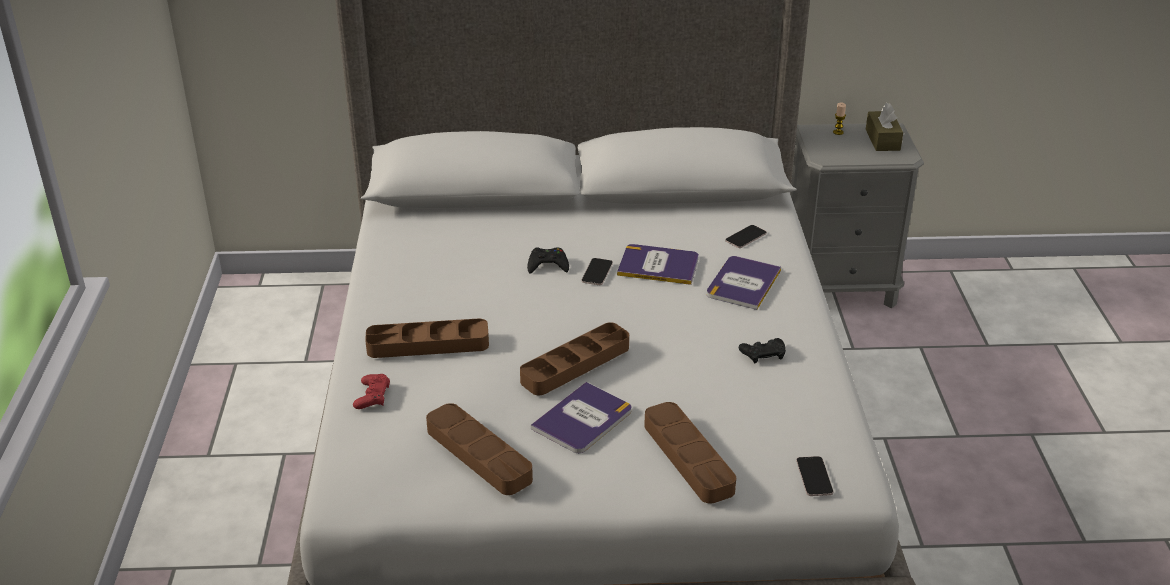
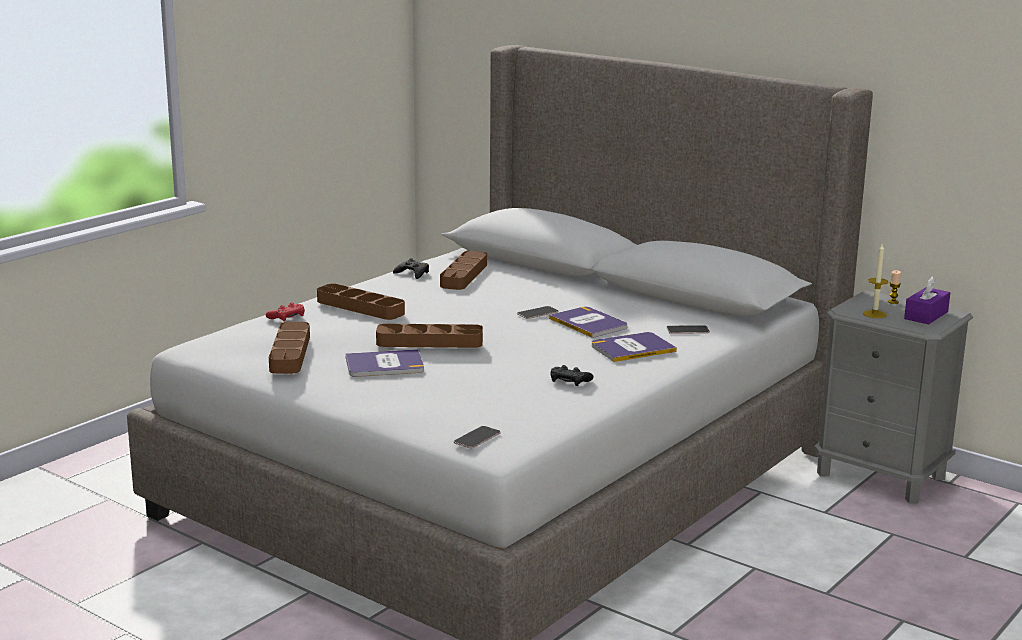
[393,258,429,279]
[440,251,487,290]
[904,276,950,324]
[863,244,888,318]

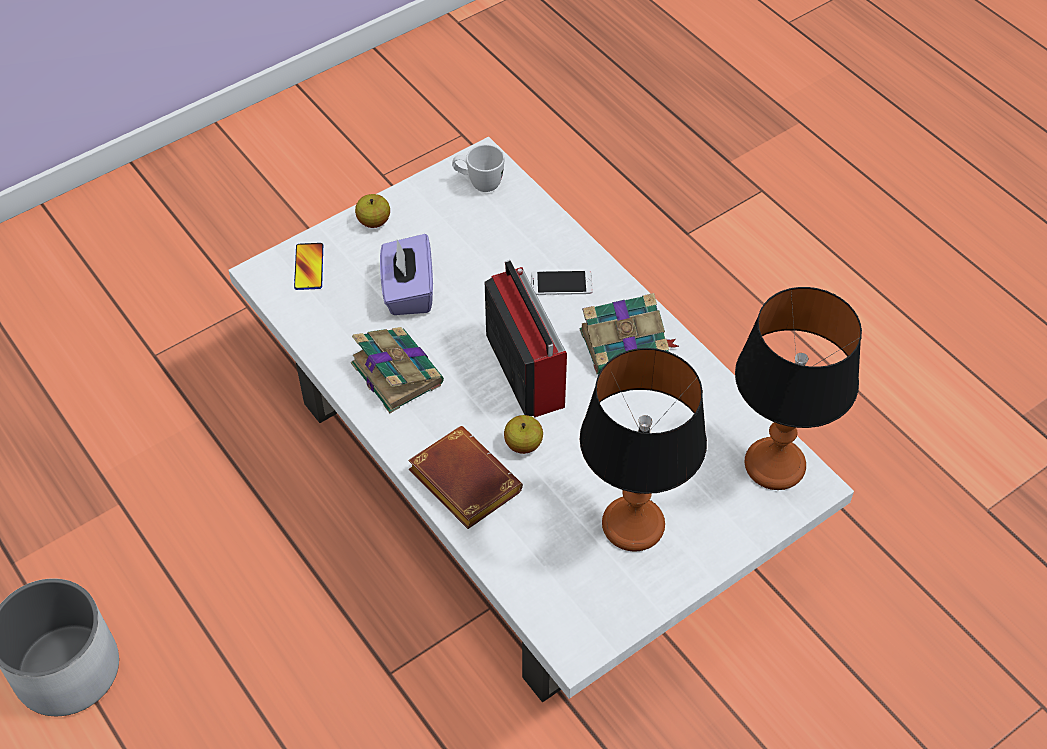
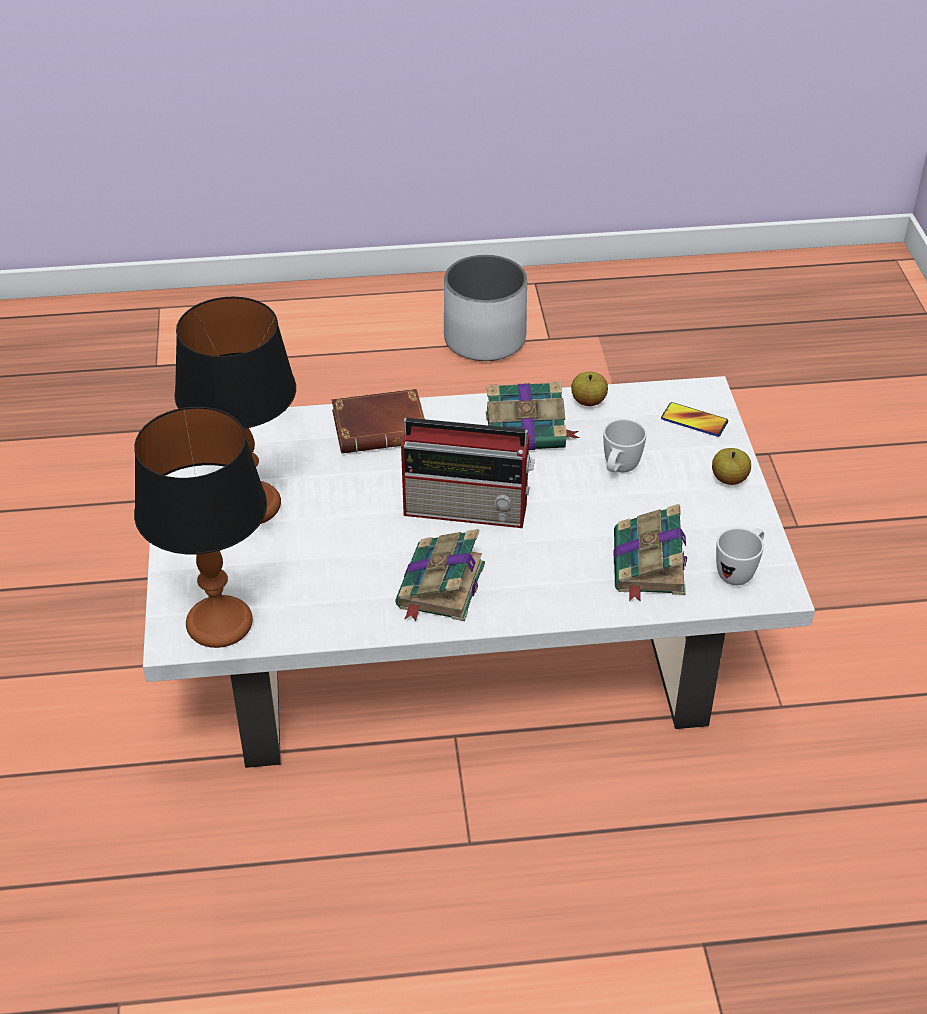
[603,419,647,472]
[571,372,608,406]
[531,270,593,295] (first image)
[614,504,687,602]

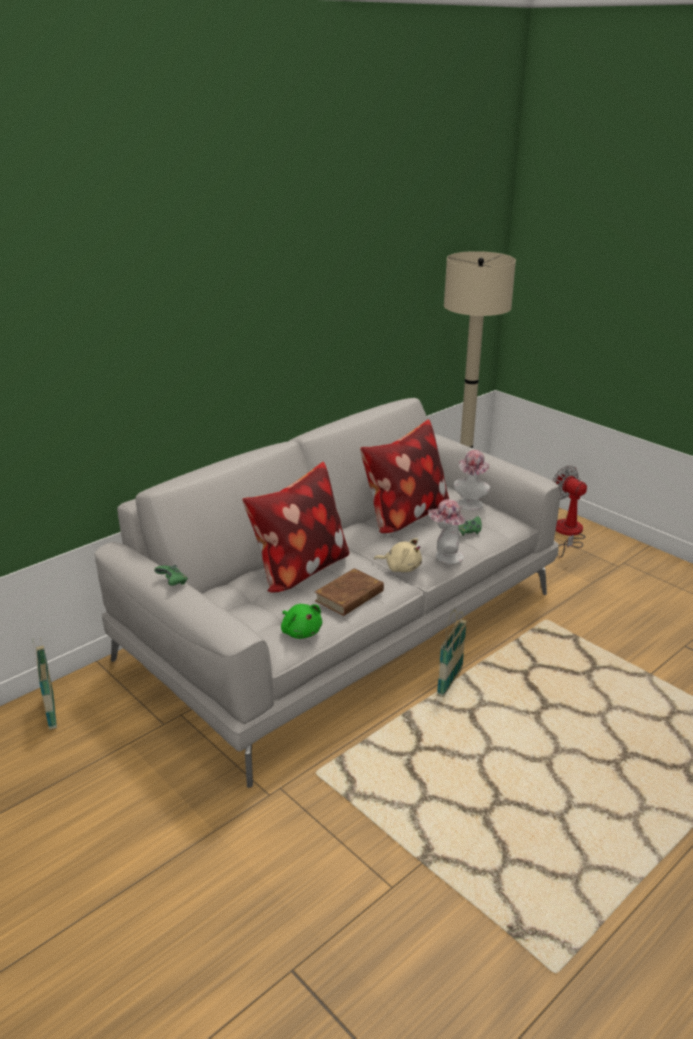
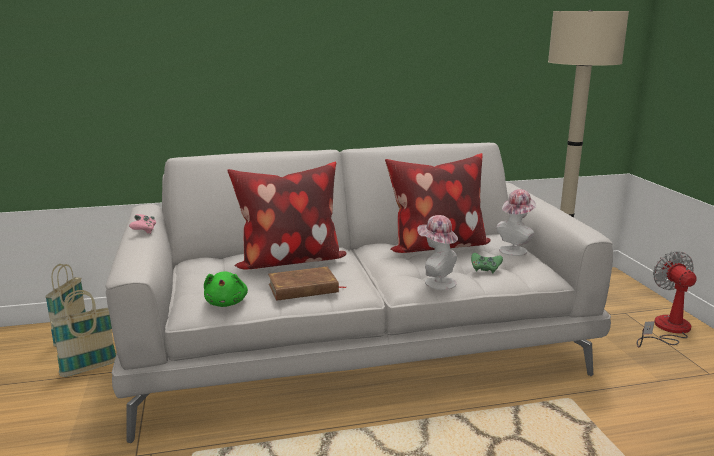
[129,214,156,234]
[374,538,422,572] (first image)
[51,290,116,377]

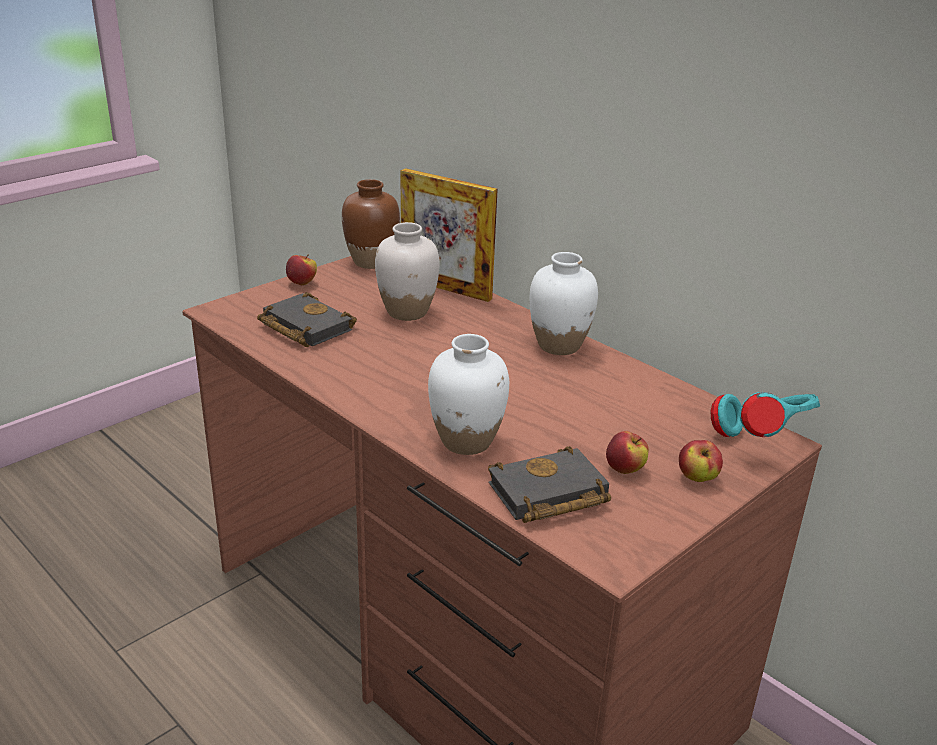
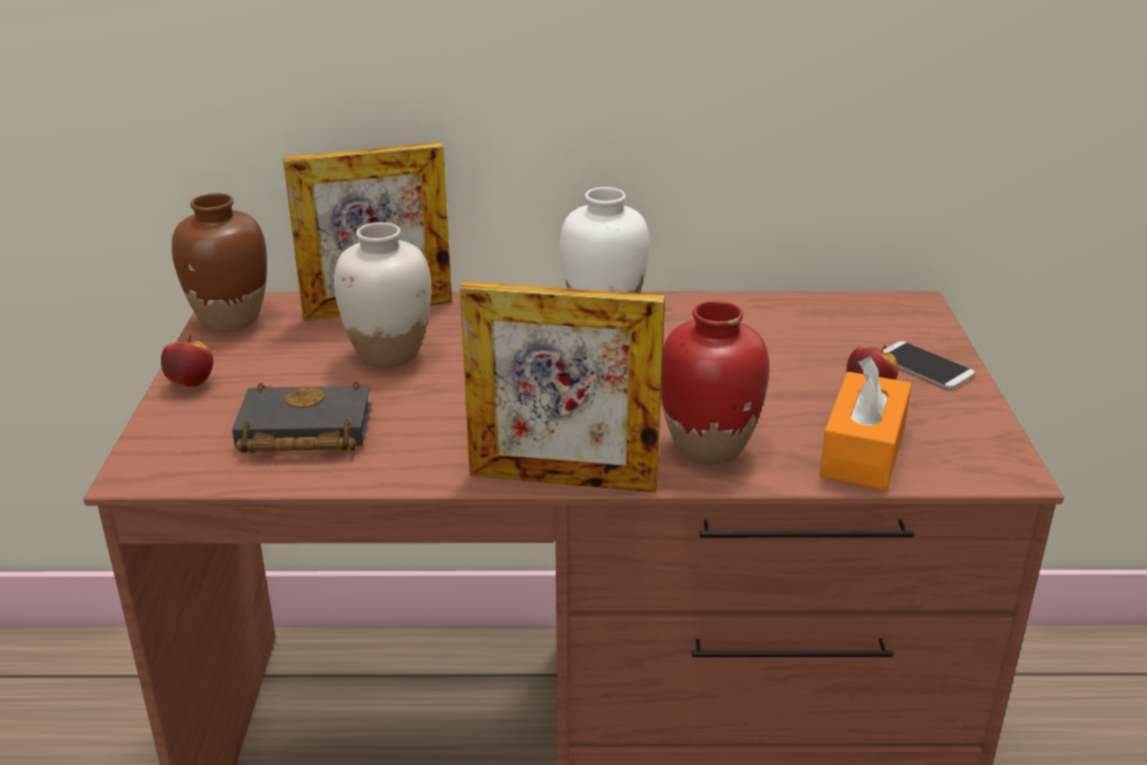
[661,301,770,465]
[819,356,912,490]
[883,341,975,389]
[710,392,820,437] (first image)
[460,281,665,493]

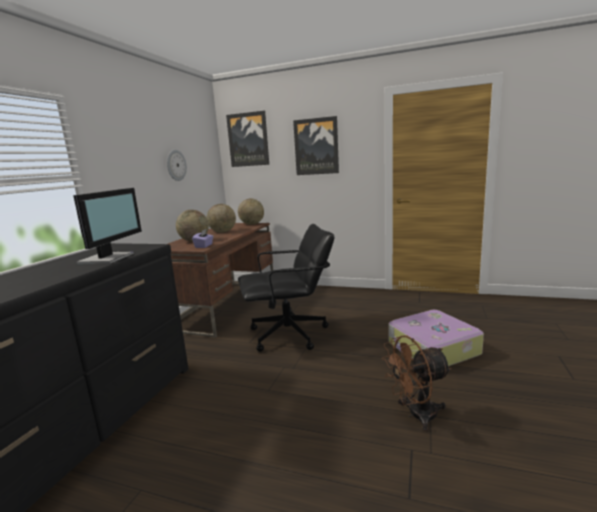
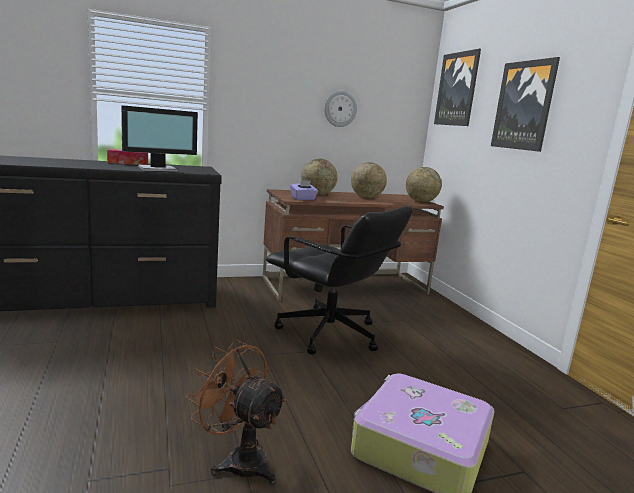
[107,149,148,165]

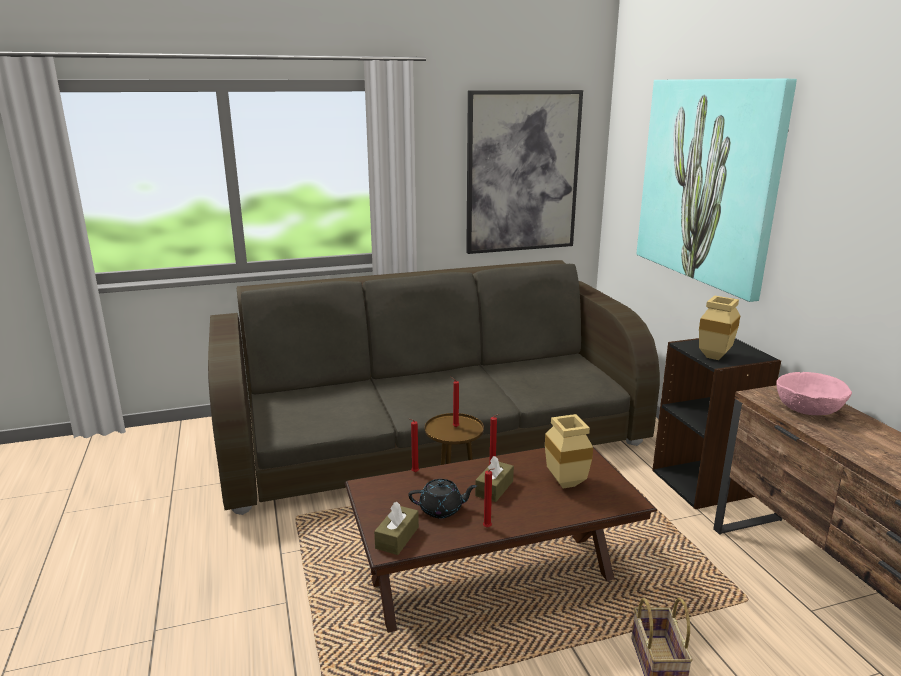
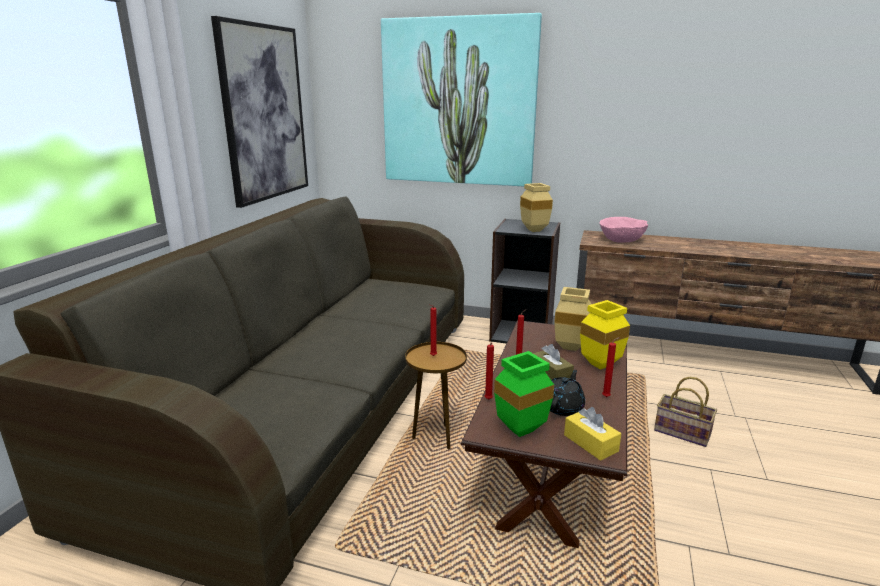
[564,407,621,461]
[494,351,554,437]
[580,300,630,369]

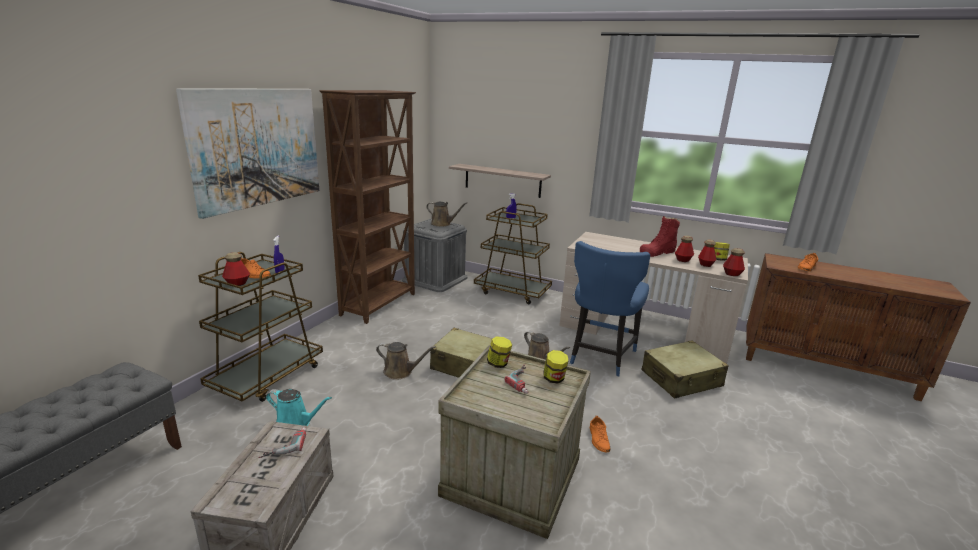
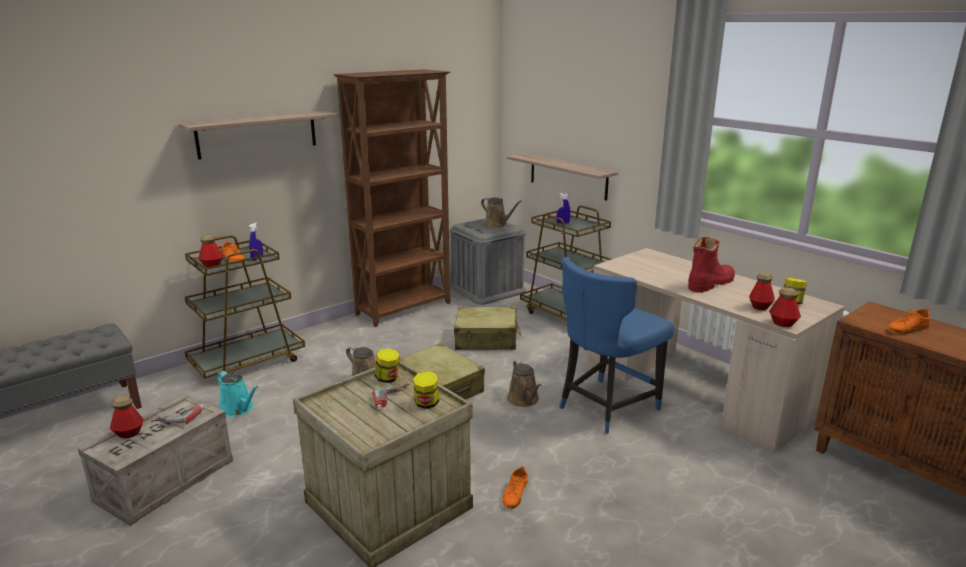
[178,111,339,160]
[688,237,735,293]
[454,307,521,350]
[110,396,143,438]

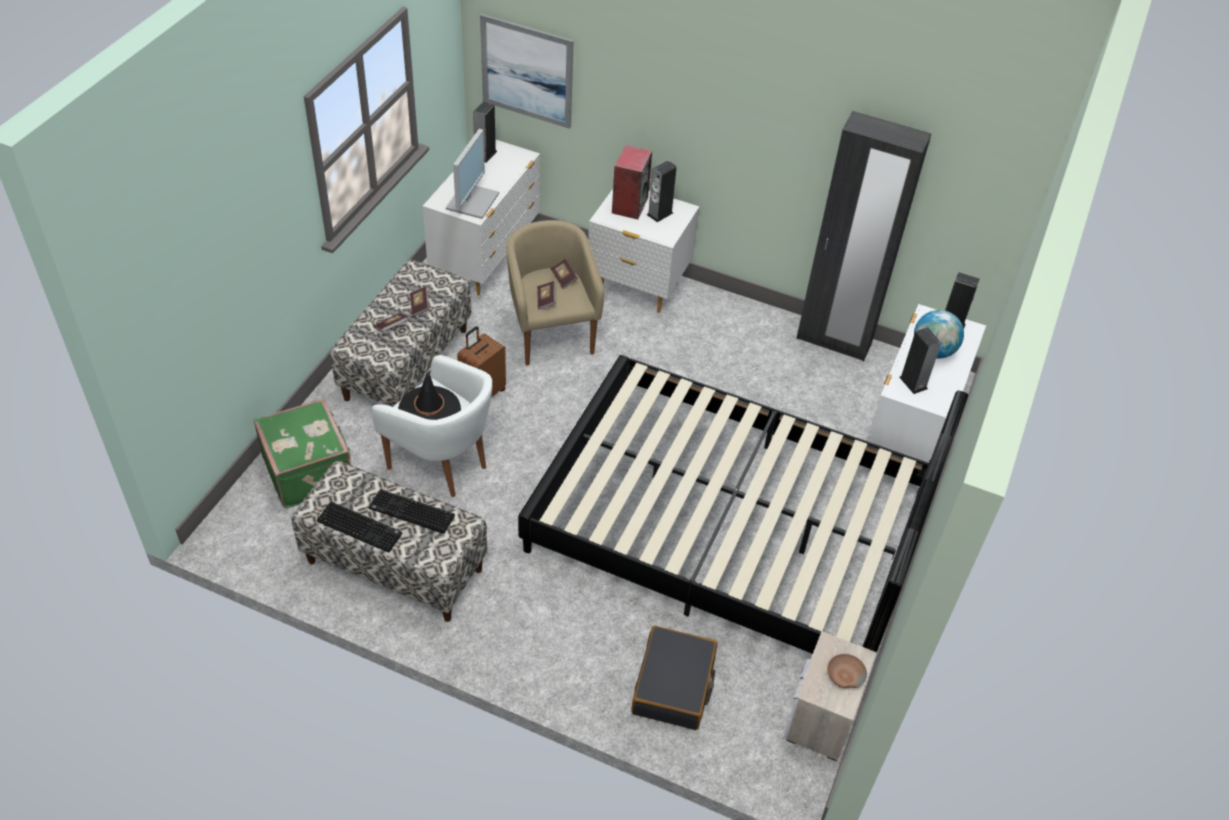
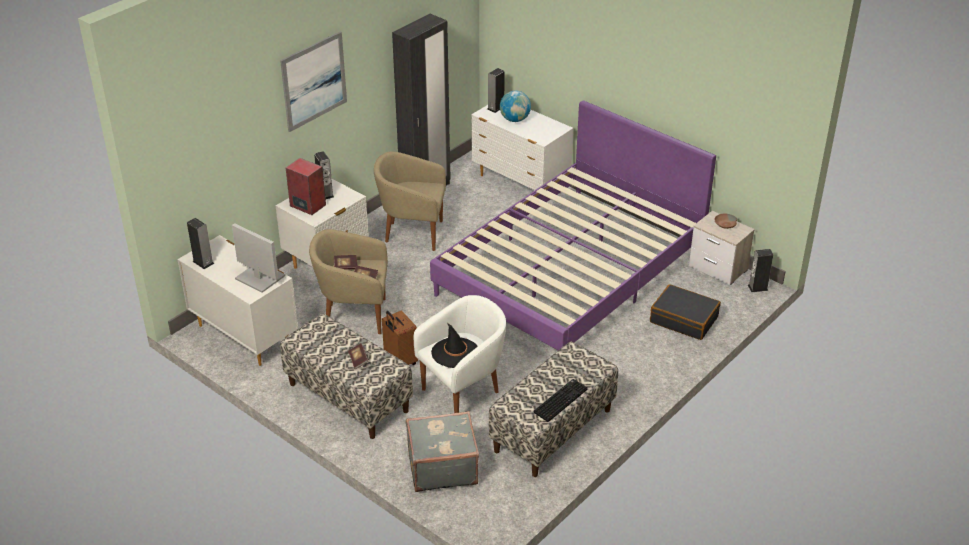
[406,411,479,492]
[369,489,455,534] (first image)
[410,287,430,317] (first image)
[280,31,347,132]
[430,101,716,350]
[748,249,773,292]
[374,151,446,251]

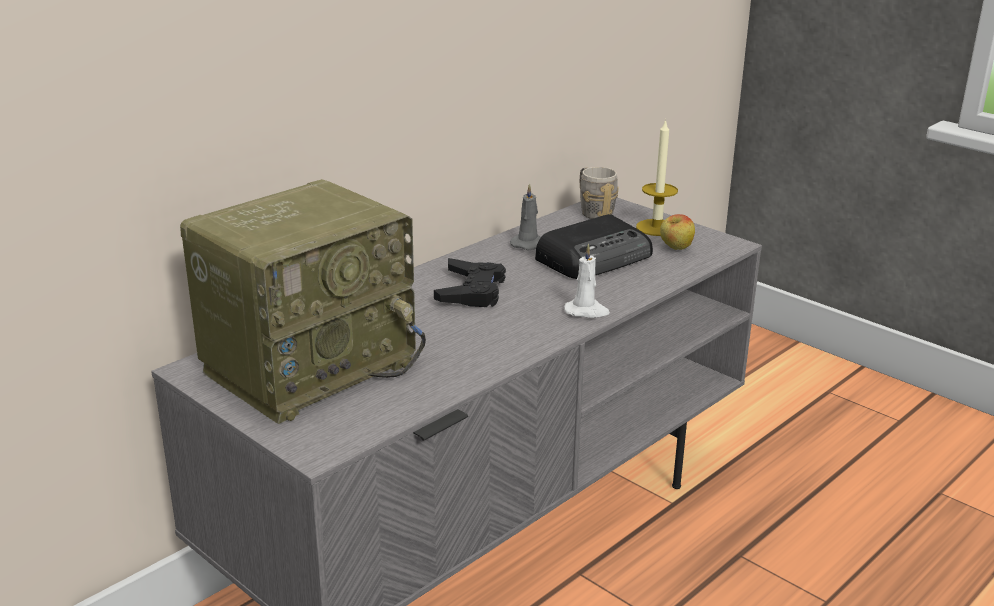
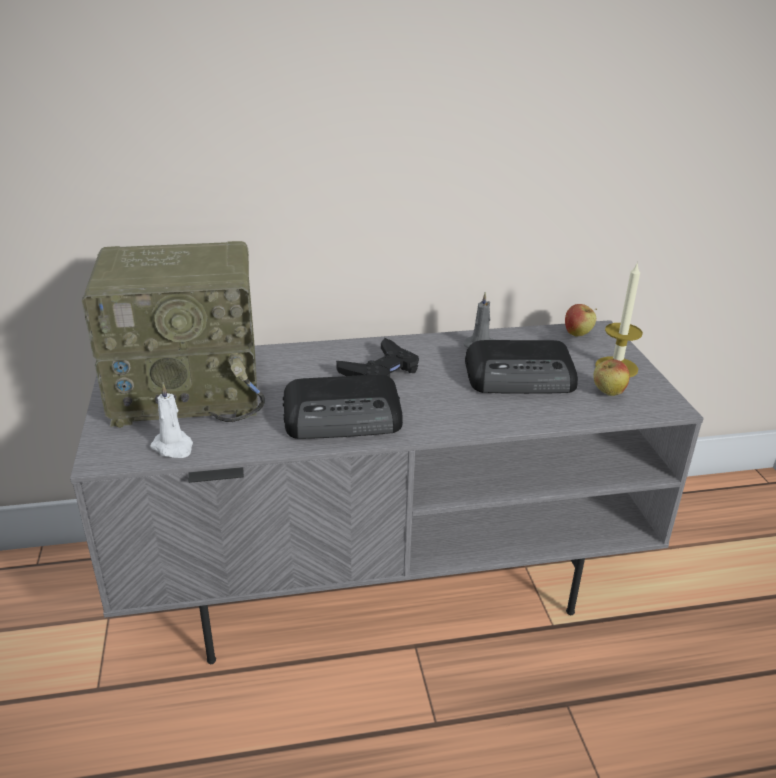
[150,383,193,458]
[565,304,597,337]
[283,375,403,439]

